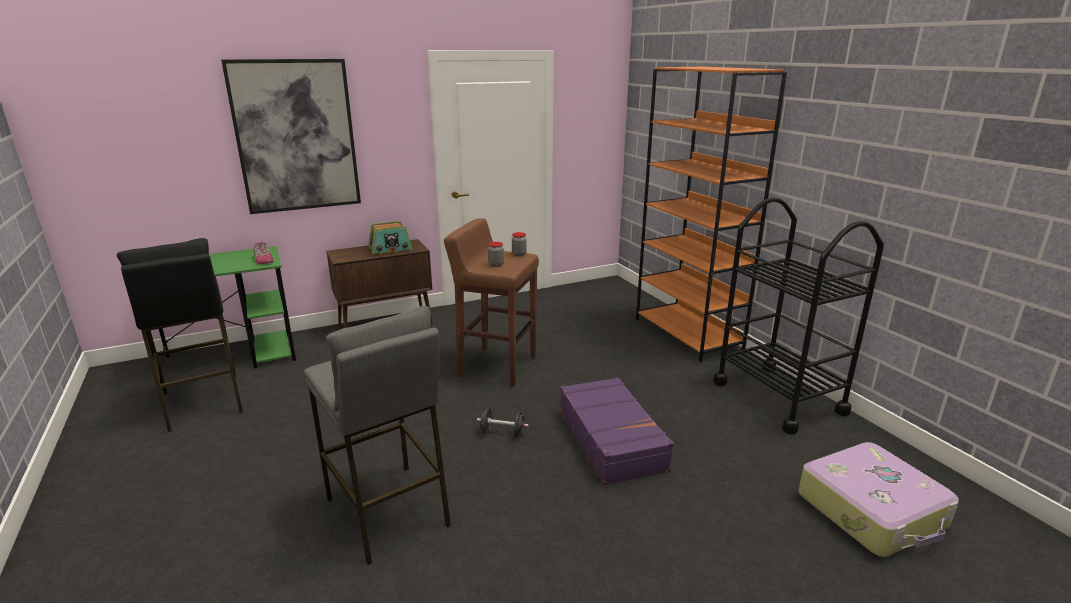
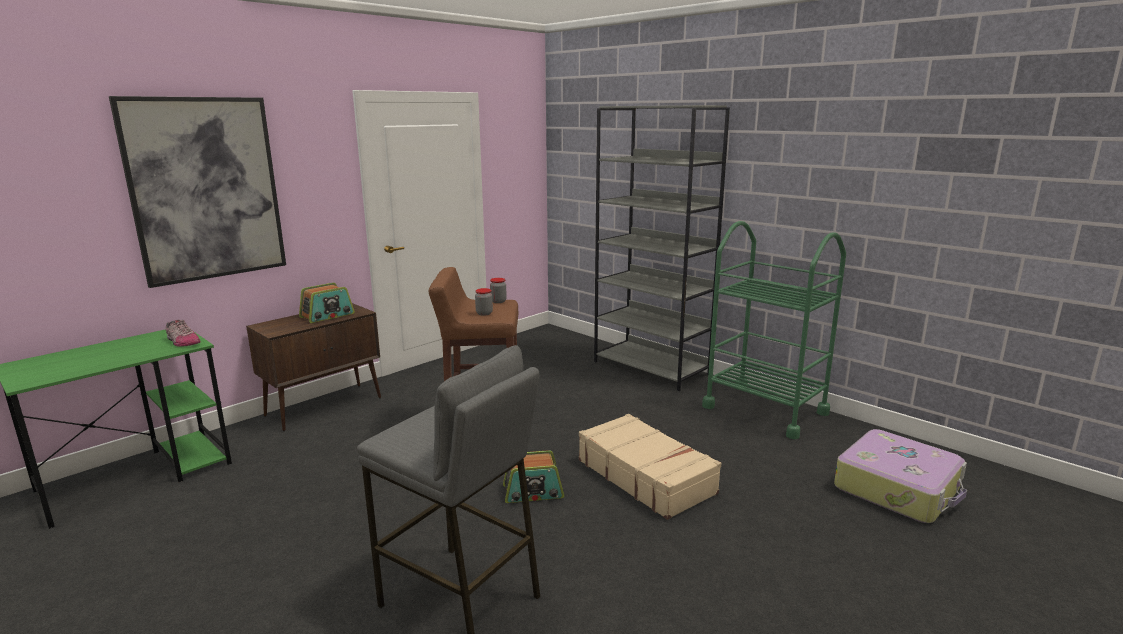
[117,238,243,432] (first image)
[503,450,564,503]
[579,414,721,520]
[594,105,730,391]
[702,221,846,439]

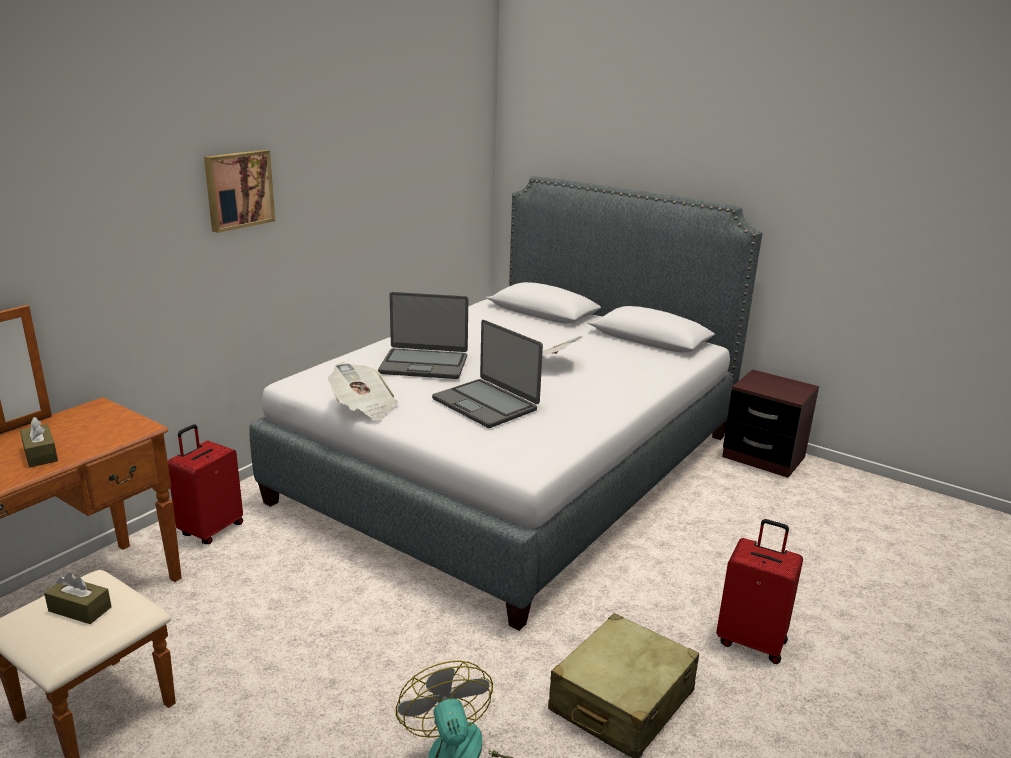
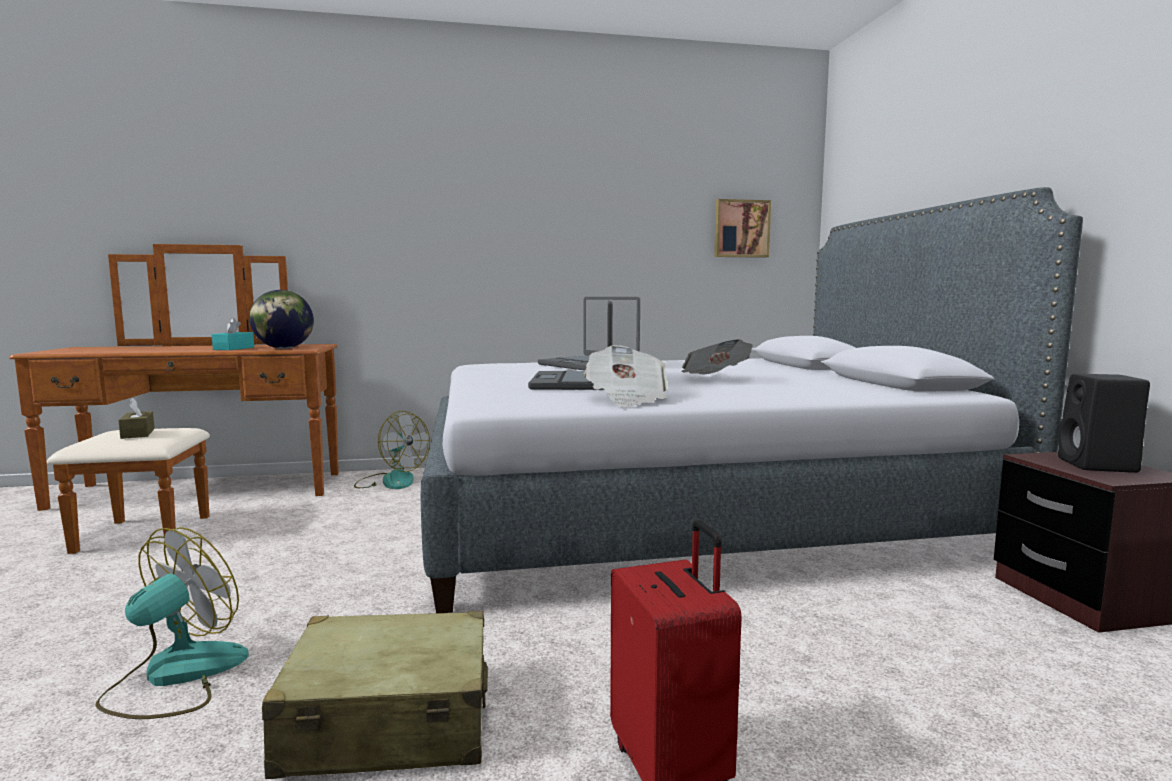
[212,318,254,350]
[354,411,430,489]
[714,199,771,258]
[584,345,668,407]
[249,290,314,349]
[1058,374,1150,473]

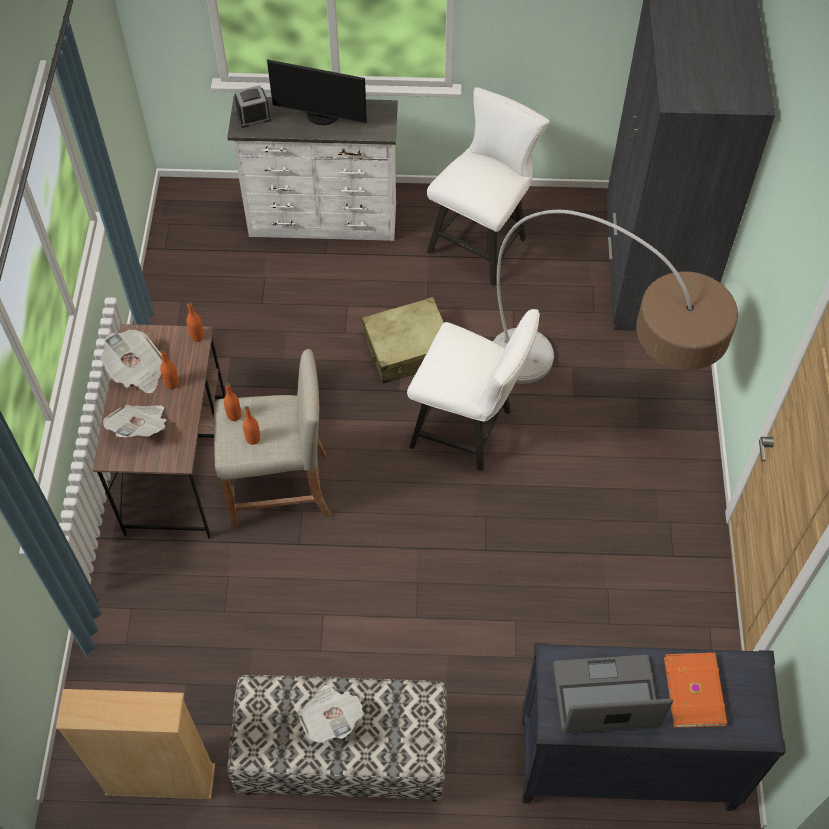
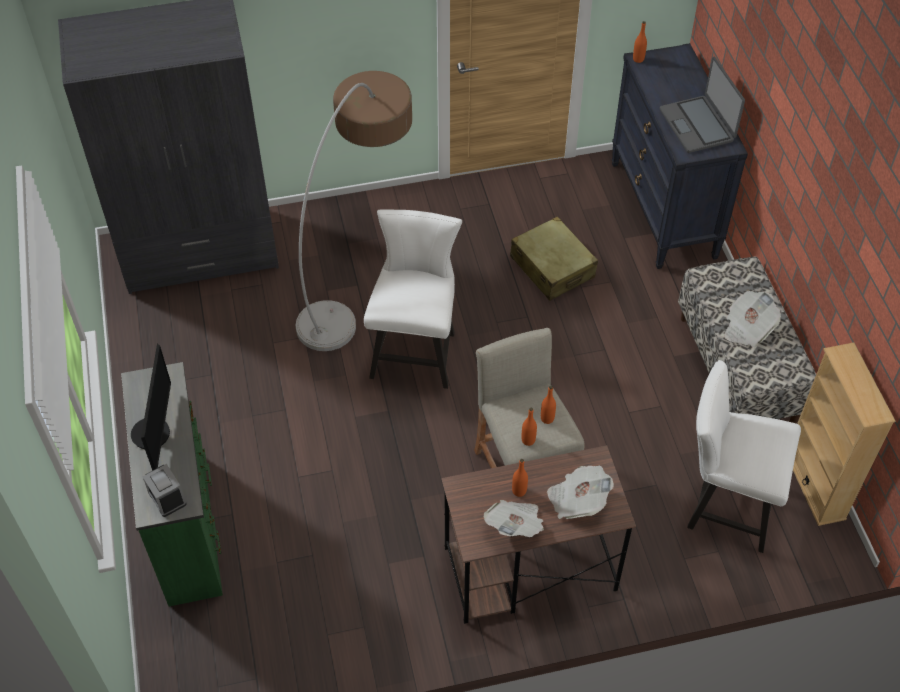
[633,21,647,63]
[121,362,223,606]
[510,216,598,301]
[687,360,801,553]
[664,653,727,728] (first image)

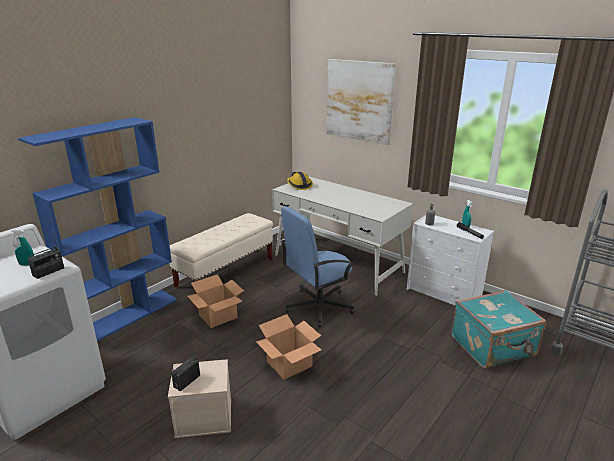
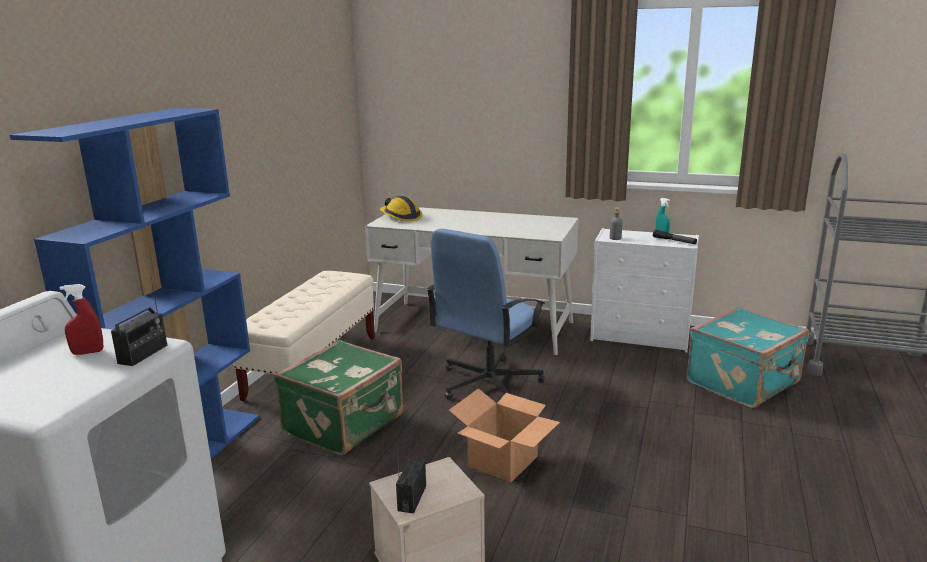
[60,284,103,355]
[274,340,404,456]
[327,59,396,145] (first image)

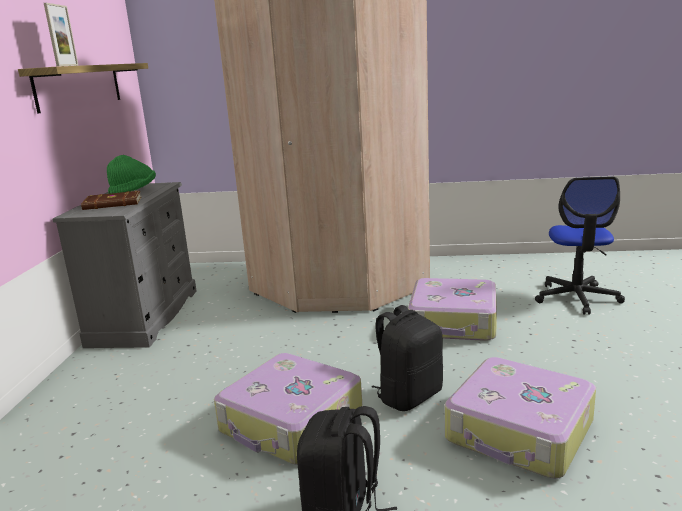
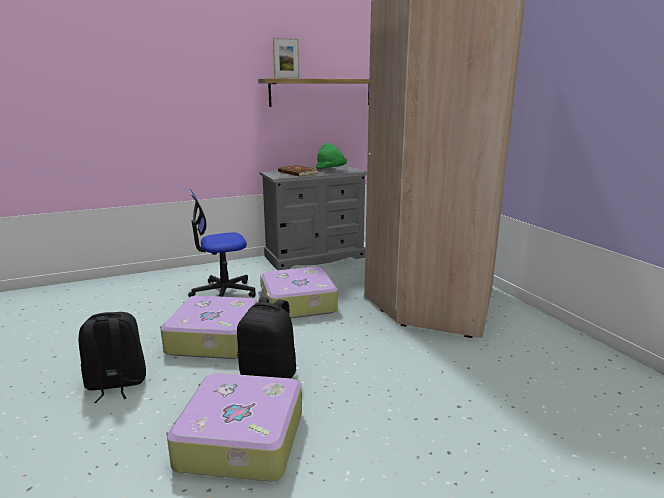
[258,267,338,318]
[188,189,256,298]

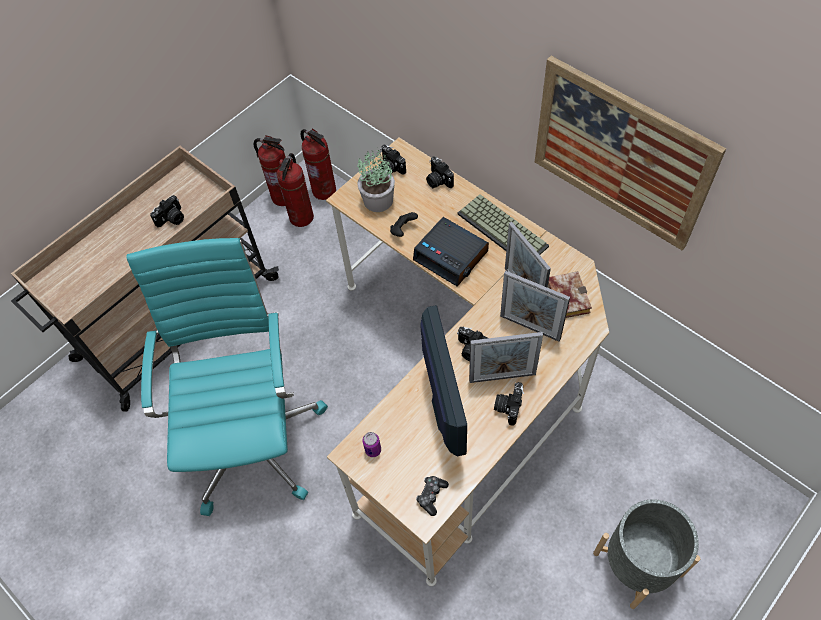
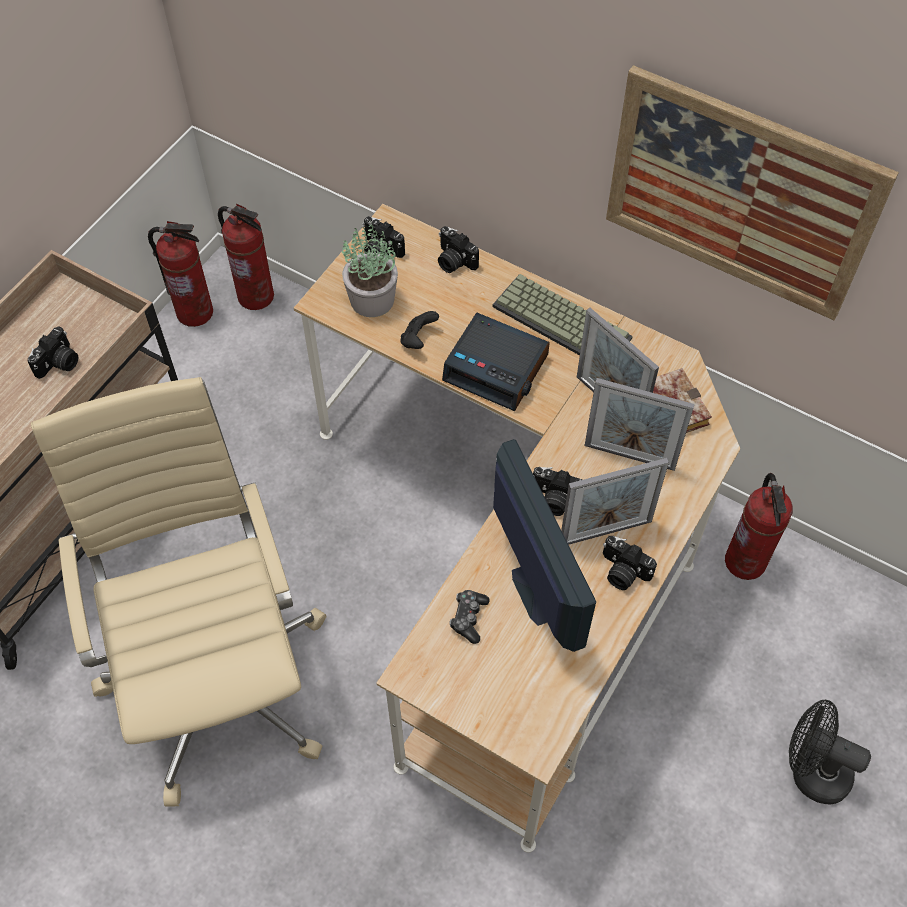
[31,377,326,807]
[725,473,793,580]
[362,432,381,457] (first image)
[450,590,490,644]
[603,536,657,590]
[789,700,871,804]

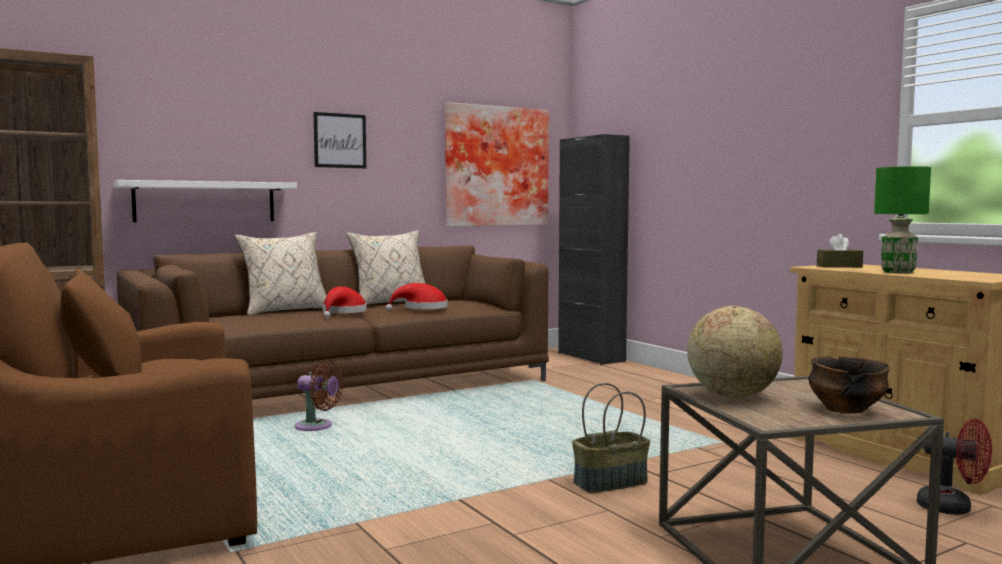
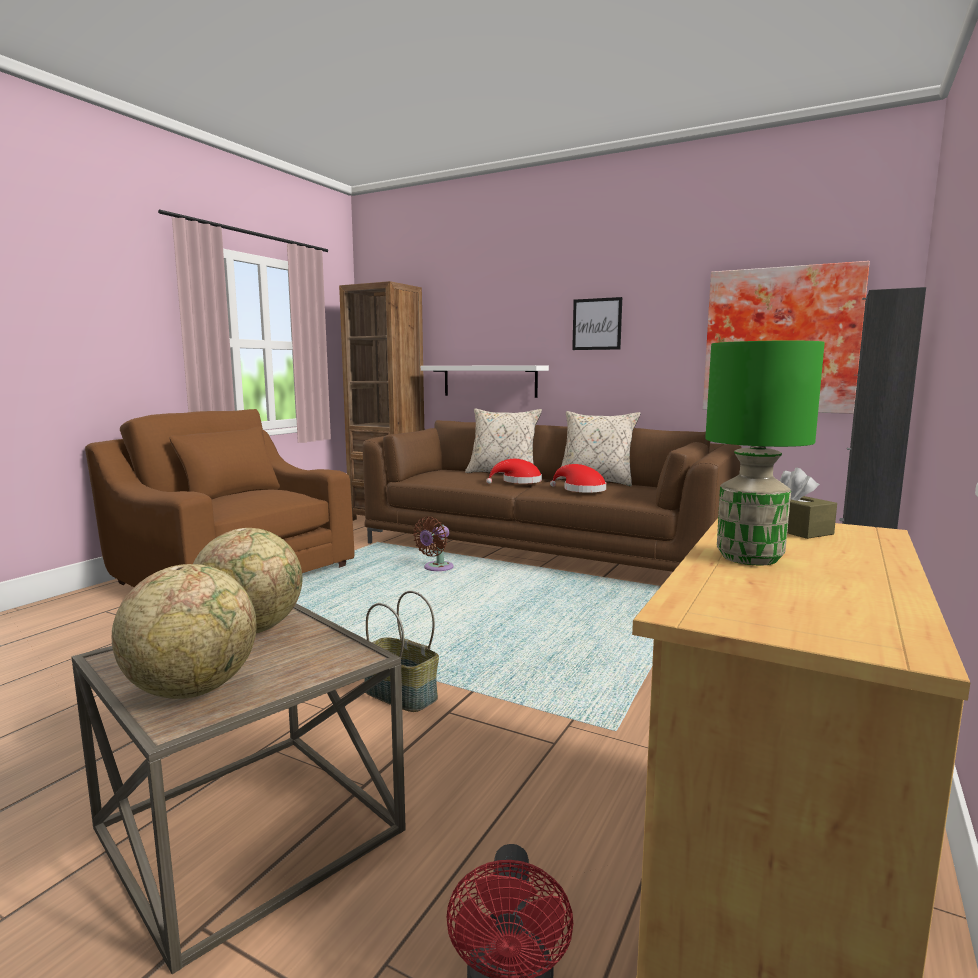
[413,517,454,571]
[112,564,257,699]

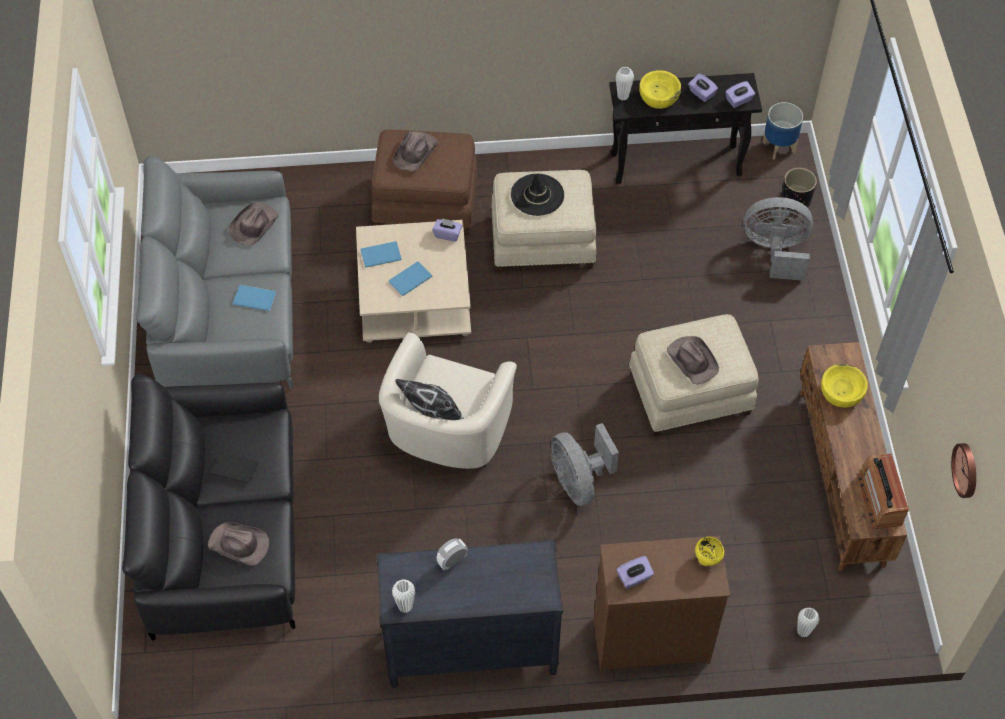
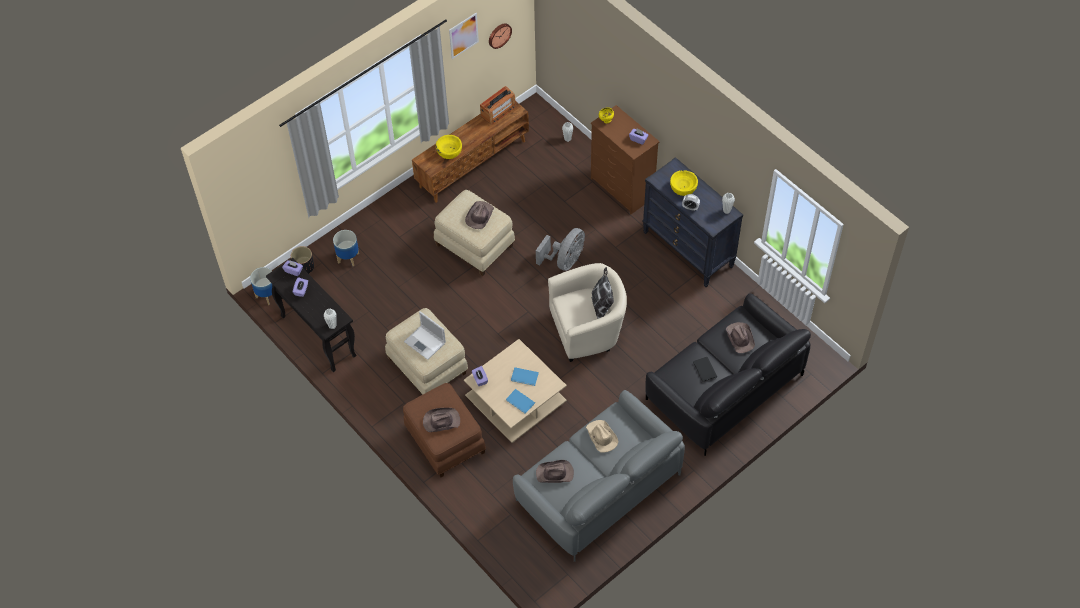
[586,420,618,453]
[404,311,446,360]
[670,170,698,196]
[333,230,359,266]
[449,13,479,59]

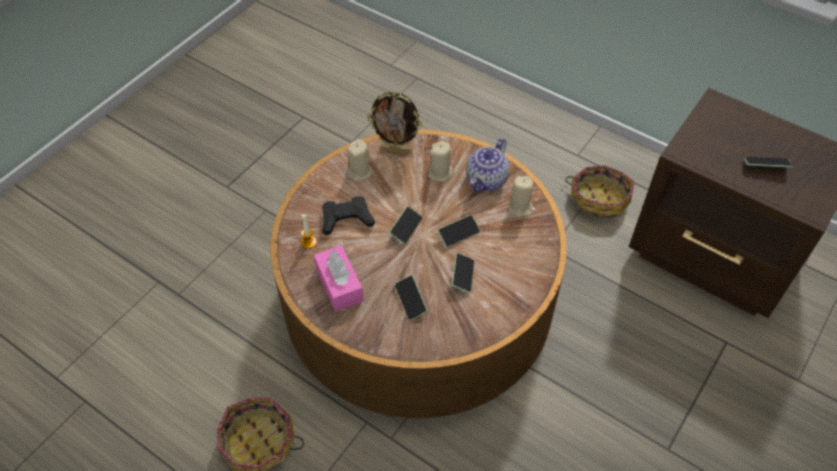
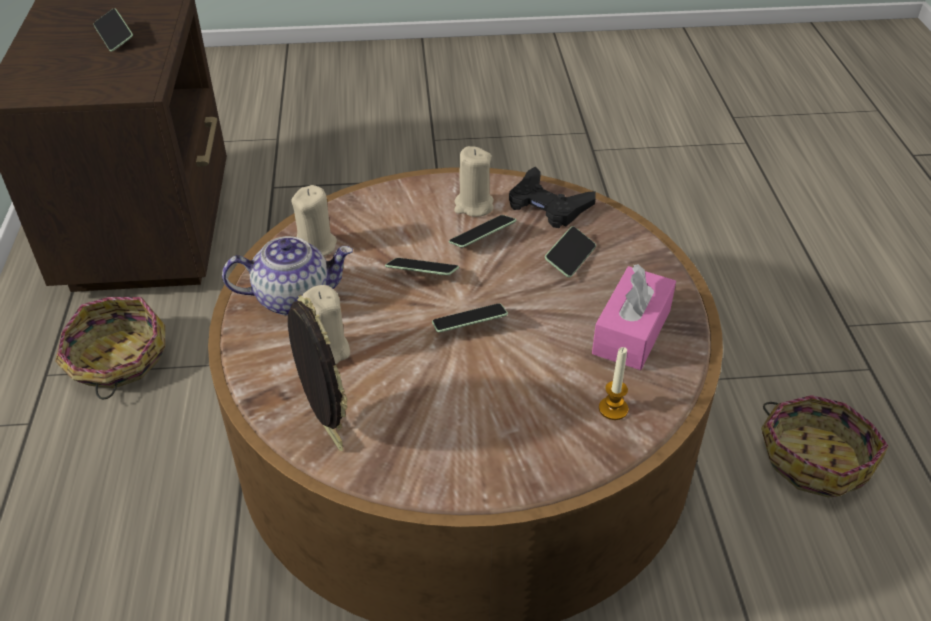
[509,166,596,228]
[454,146,494,217]

